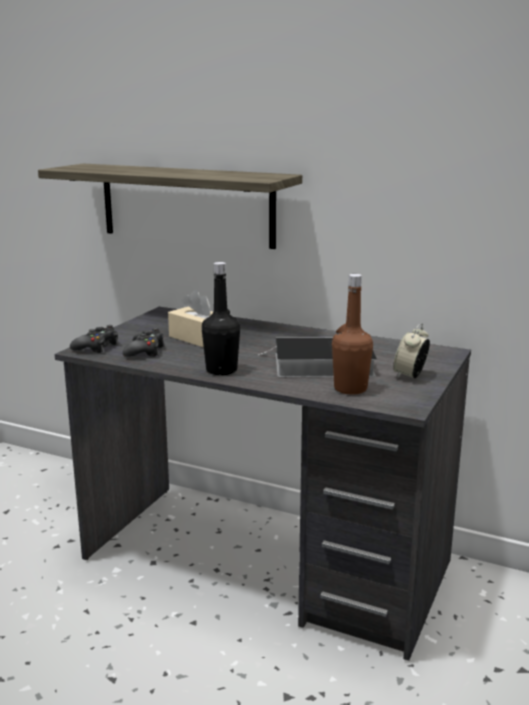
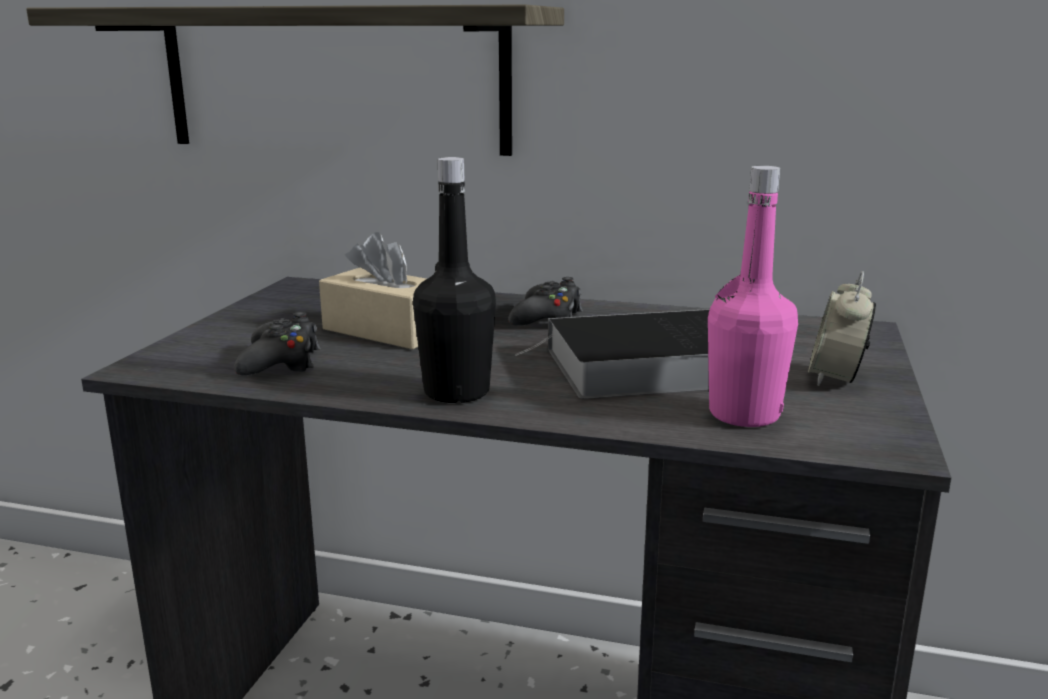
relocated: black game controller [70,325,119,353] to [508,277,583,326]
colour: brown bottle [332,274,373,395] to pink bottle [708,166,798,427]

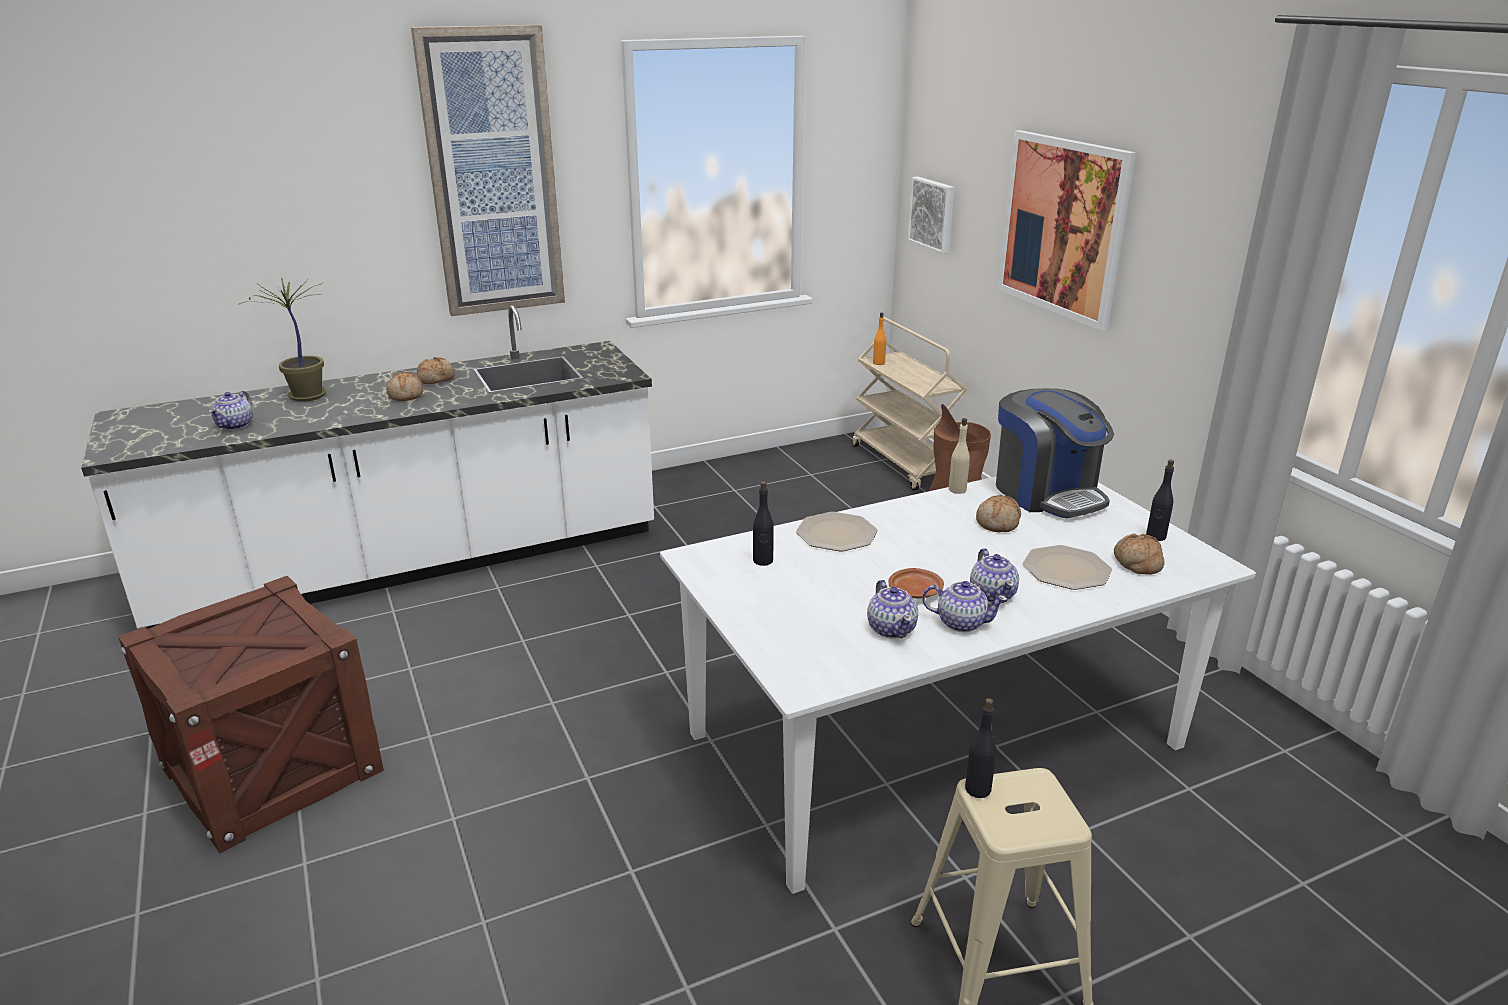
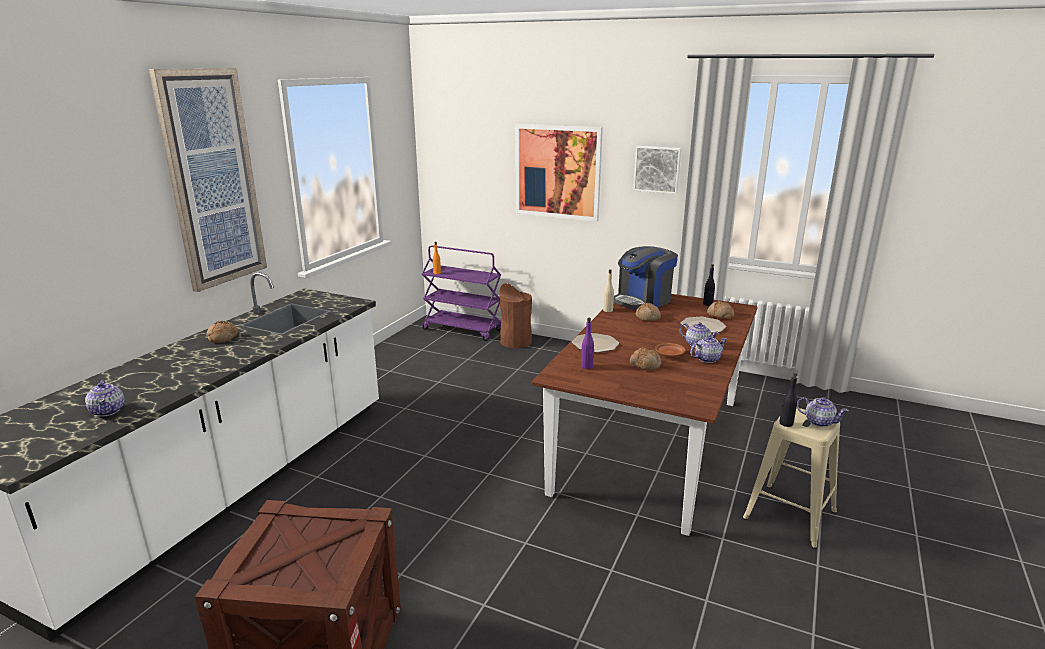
missing: potted plant [239,277,327,402]
relocated: bread [387,372,423,401] to [630,347,662,371]; teapot [867,580,918,639] to [797,397,849,427]; picture [907,177,955,254] to [633,146,681,194]
colour: white dining table [660,476,1256,894] to brown dining table [531,294,758,536]; black bottle [753,481,774,566] to purple bottle [581,318,594,369]; beige cart [852,317,968,491] to purple cart [422,245,501,341]
spun: coffee machine [996,388,1114,518] = [614,246,678,309] 120 degrees clockwise

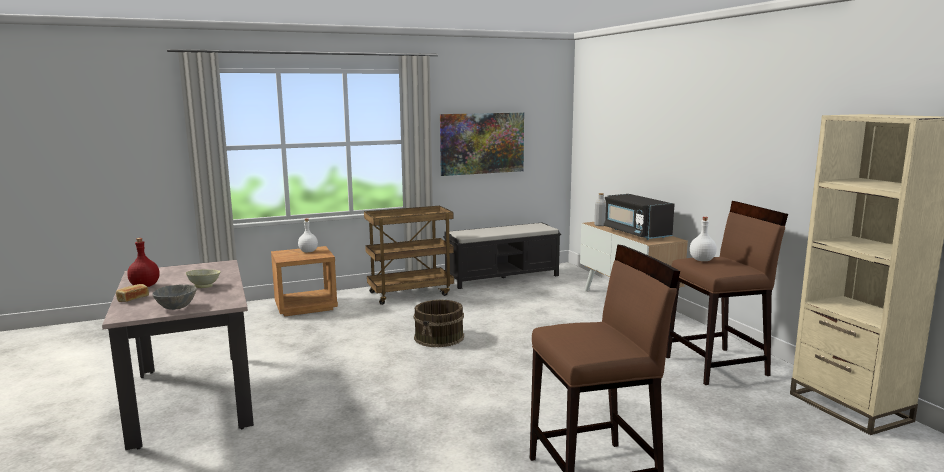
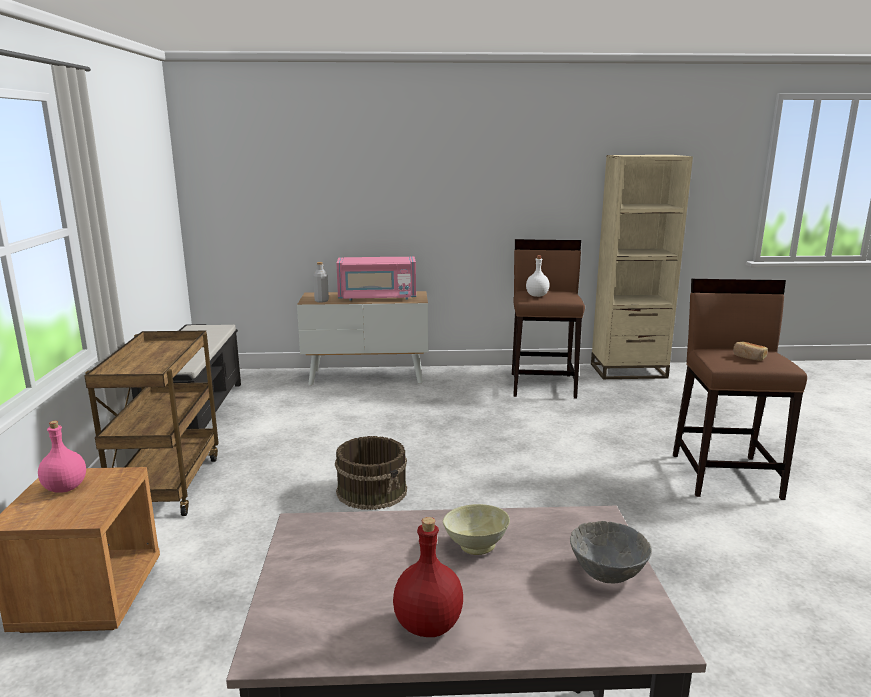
missing: picture [440,112,524,176]
relocated: bread [116,284,149,302] to [733,342,768,361]
colour: white bottle [298,219,318,252] to pink bottle [38,421,86,493]; black microwave [604,194,674,240] to pink microwave [336,256,416,301]

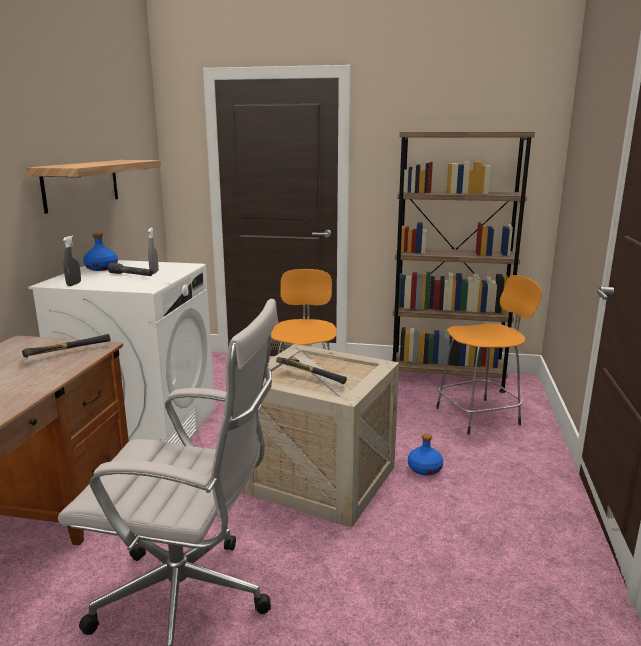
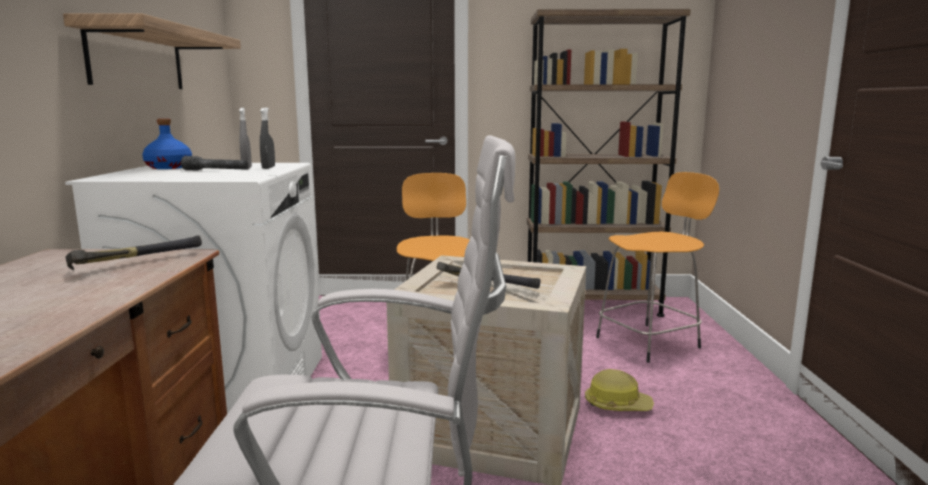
relocated: grey spray bottle [63,236,81,286] to [260,108,275,169]
exchanged: blue bottle [408,434,443,476] to hard hat [585,369,654,411]

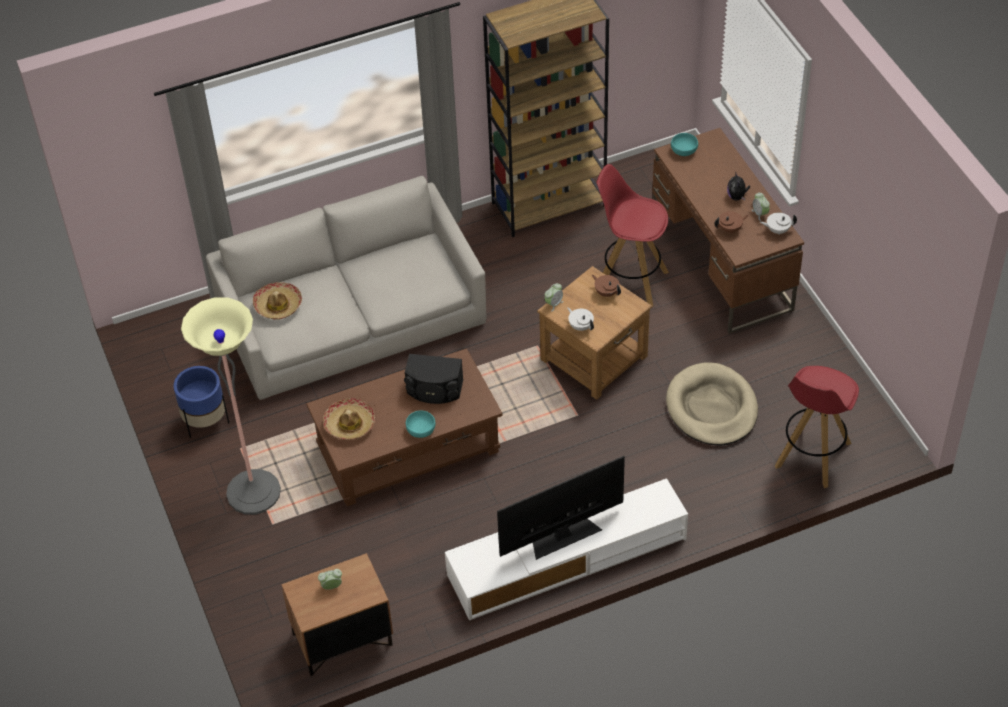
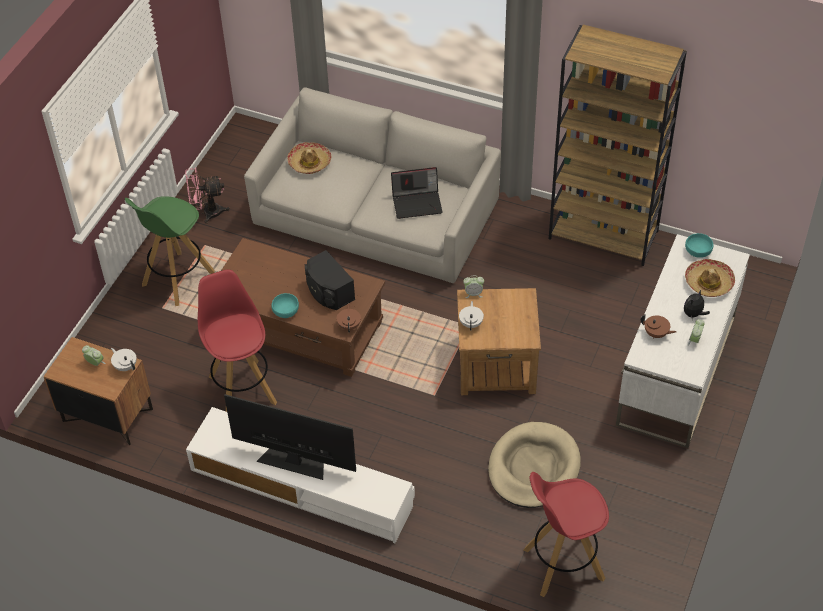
appeared: laptop [391,167,443,219]
relocated: hat [323,398,375,440] to [685,259,735,297]; brown teapot [592,275,621,297] to [337,303,361,333]; red stool [596,164,669,307] to [198,269,277,412]; white teapot [760,213,797,234] to [111,348,137,371]
exchanged: blue planter [174,366,229,438] to pink fan [185,167,230,224]; floor lamp [181,297,281,515] to green stool [125,196,215,306]
colour: brown desk [652,128,804,334] to white desk [616,234,750,448]

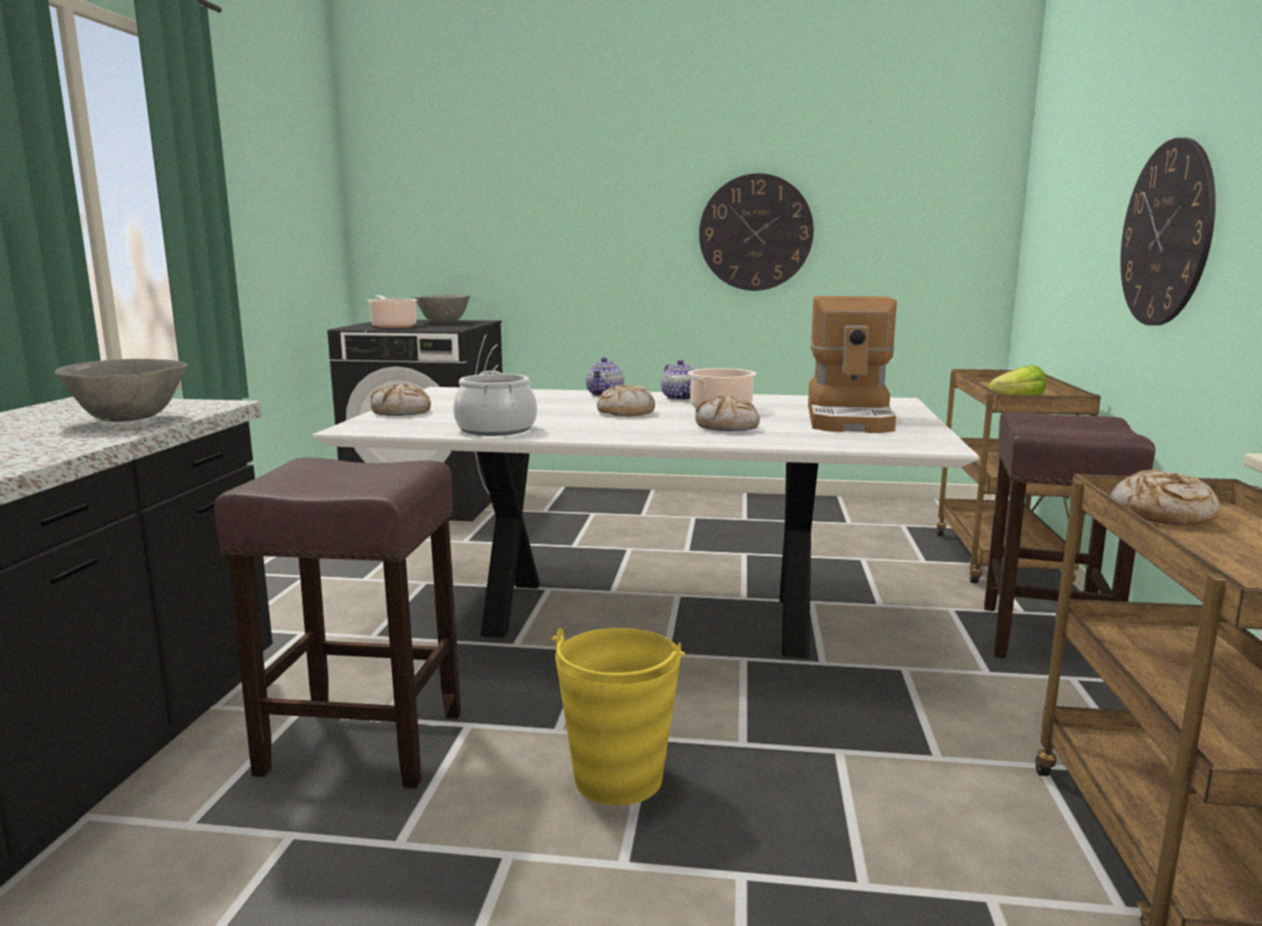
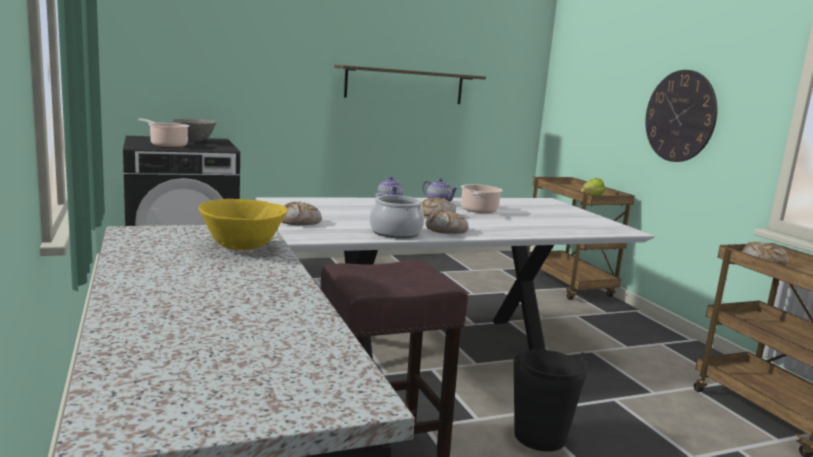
missing: coffee machine [808,296,897,433]; brown stool [984,412,1155,658]
relocated: bread [695,396,760,431] to [426,210,469,234]
exchanged: wall clock [699,173,814,291] to shelf [334,65,486,104]
colour: grey bowl [54,359,188,422] to yellow bowl [199,199,288,250]; yellow bucket [551,628,685,806] to black bucket [514,349,588,452]

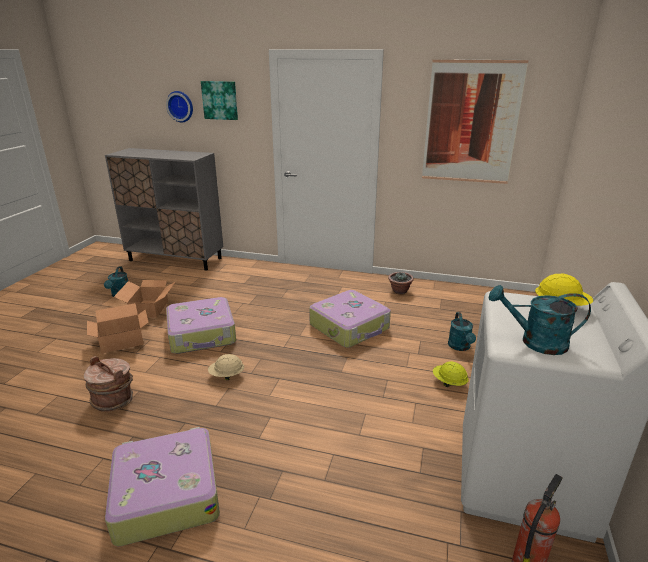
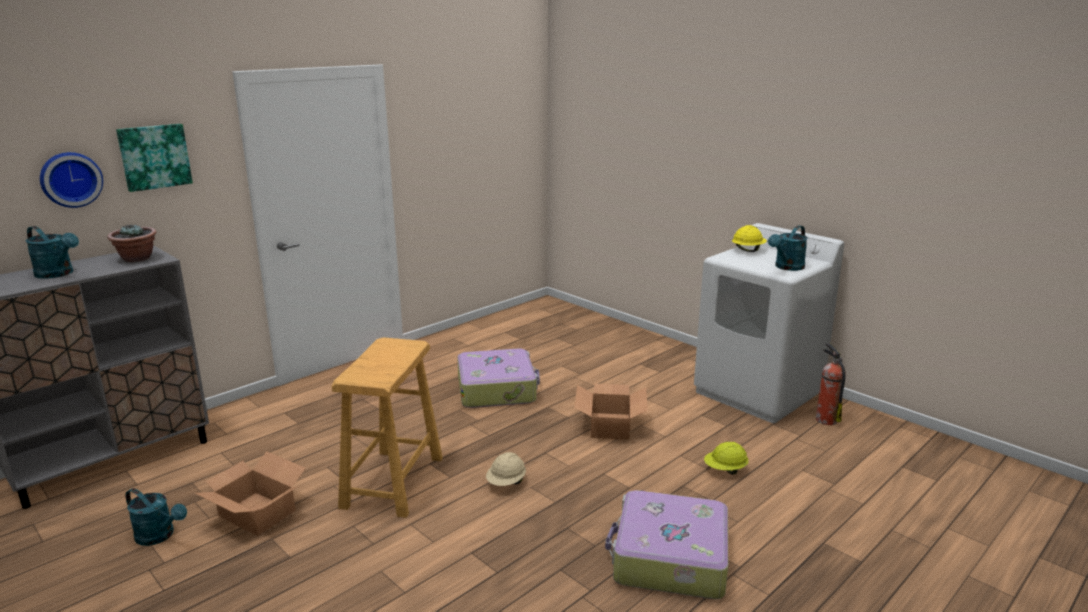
missing: brown bucket [84,356,133,412]; picture [422,59,529,184]
relocated: cardboard box [87,303,148,353] to [574,384,648,440]; potted plant [388,272,414,294] to [107,225,156,262]; yellow hard hat [433,361,469,387] to [704,442,749,475]; turquoise watering can [448,312,476,351] to [25,226,79,279]
exchanged: suitcase [166,297,236,354] to beige stool [332,337,443,518]

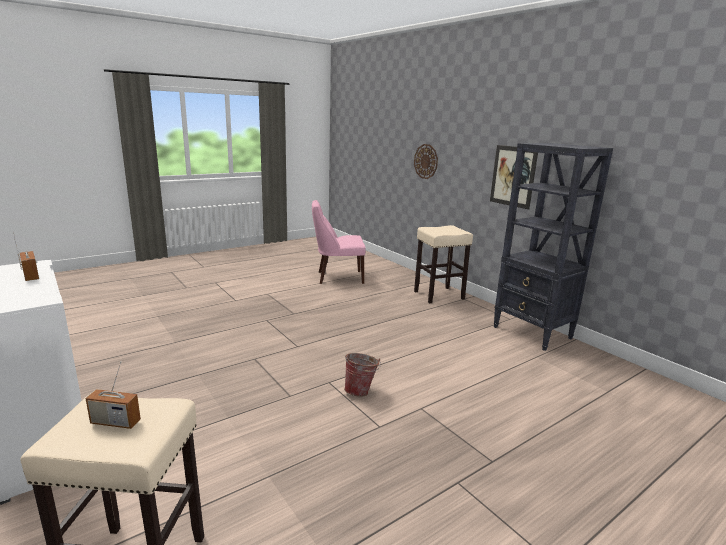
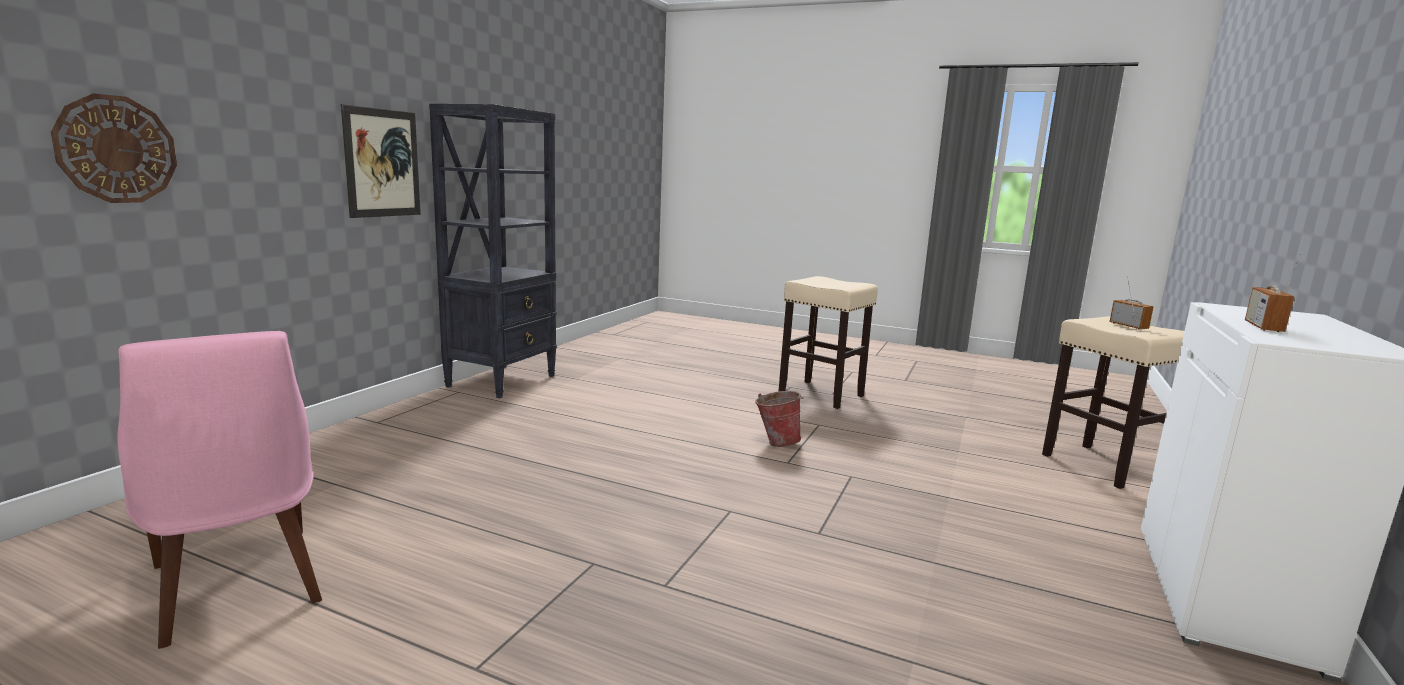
relocated: beige stool [414,225,473,304] to [778,276,878,409]

